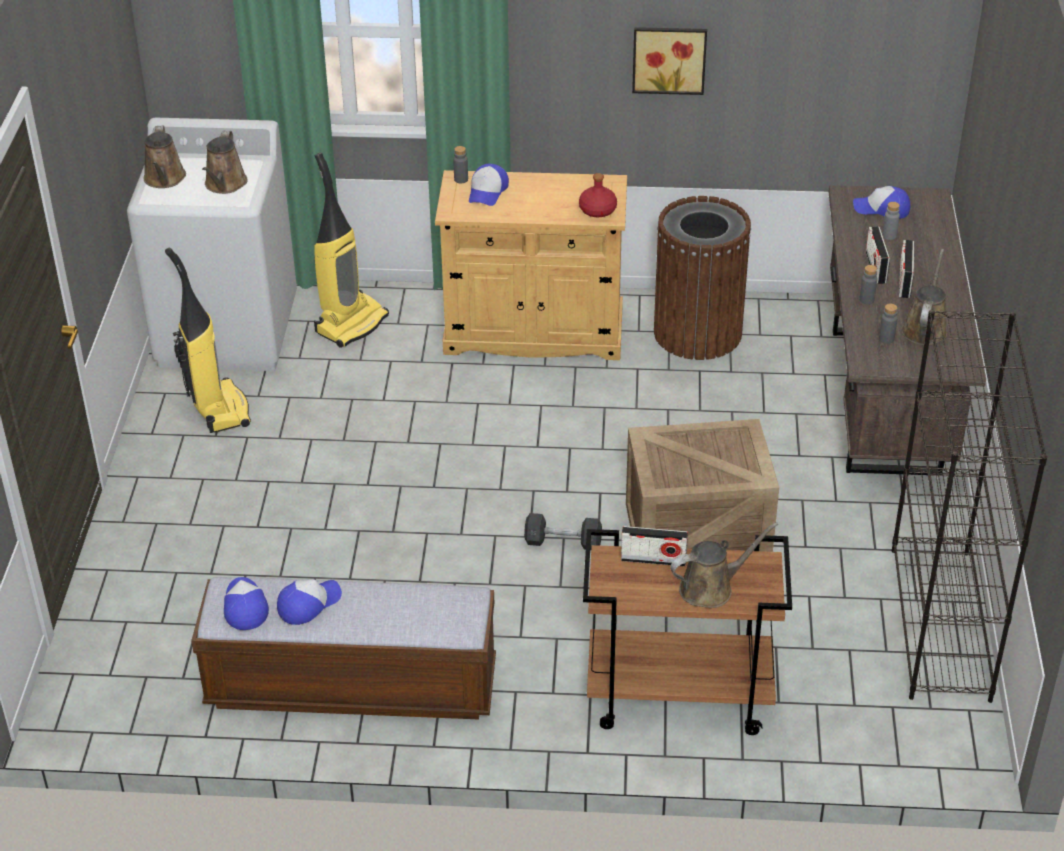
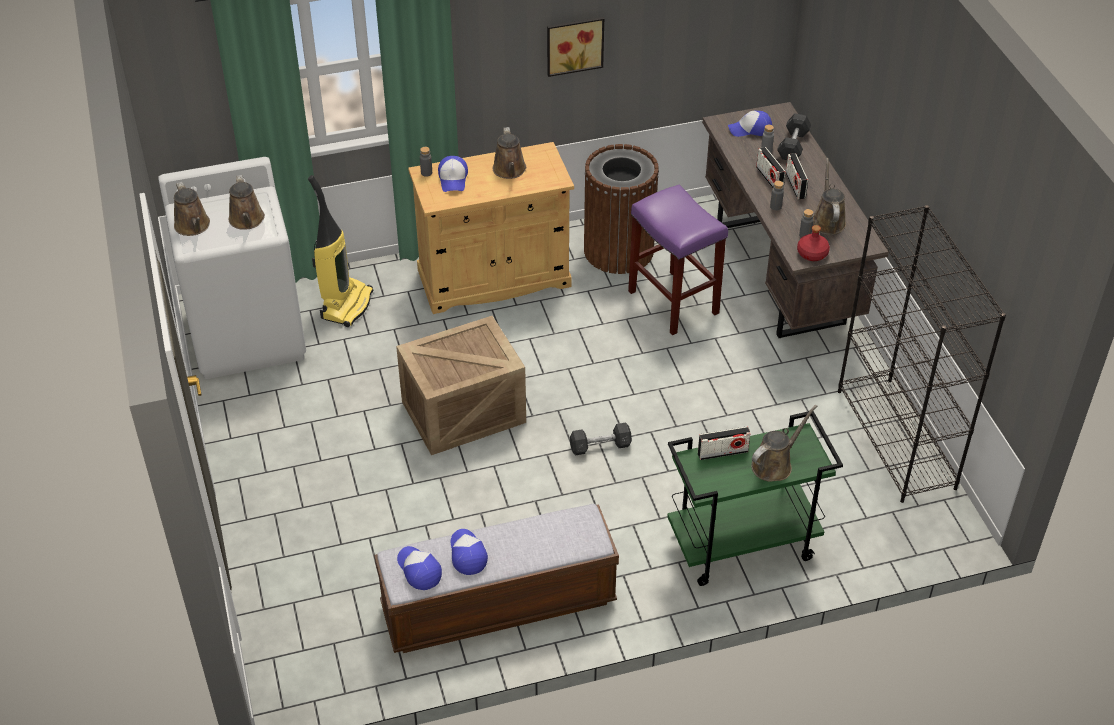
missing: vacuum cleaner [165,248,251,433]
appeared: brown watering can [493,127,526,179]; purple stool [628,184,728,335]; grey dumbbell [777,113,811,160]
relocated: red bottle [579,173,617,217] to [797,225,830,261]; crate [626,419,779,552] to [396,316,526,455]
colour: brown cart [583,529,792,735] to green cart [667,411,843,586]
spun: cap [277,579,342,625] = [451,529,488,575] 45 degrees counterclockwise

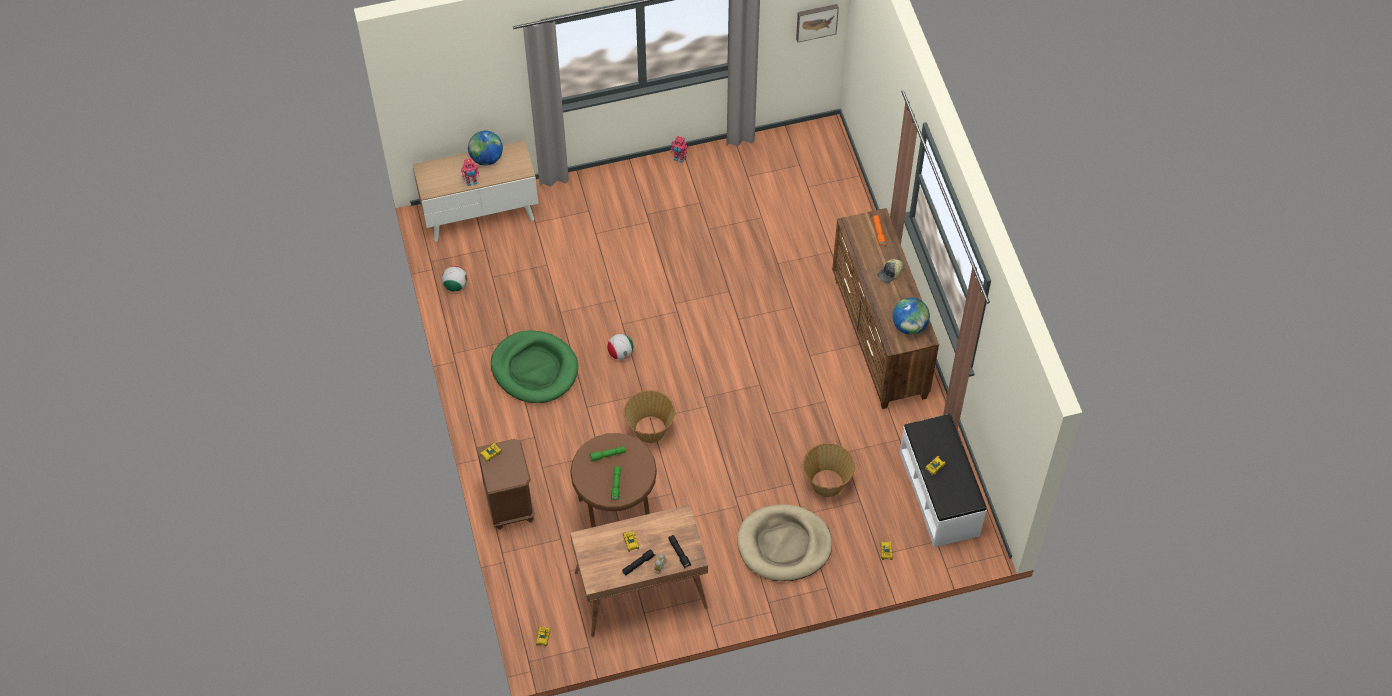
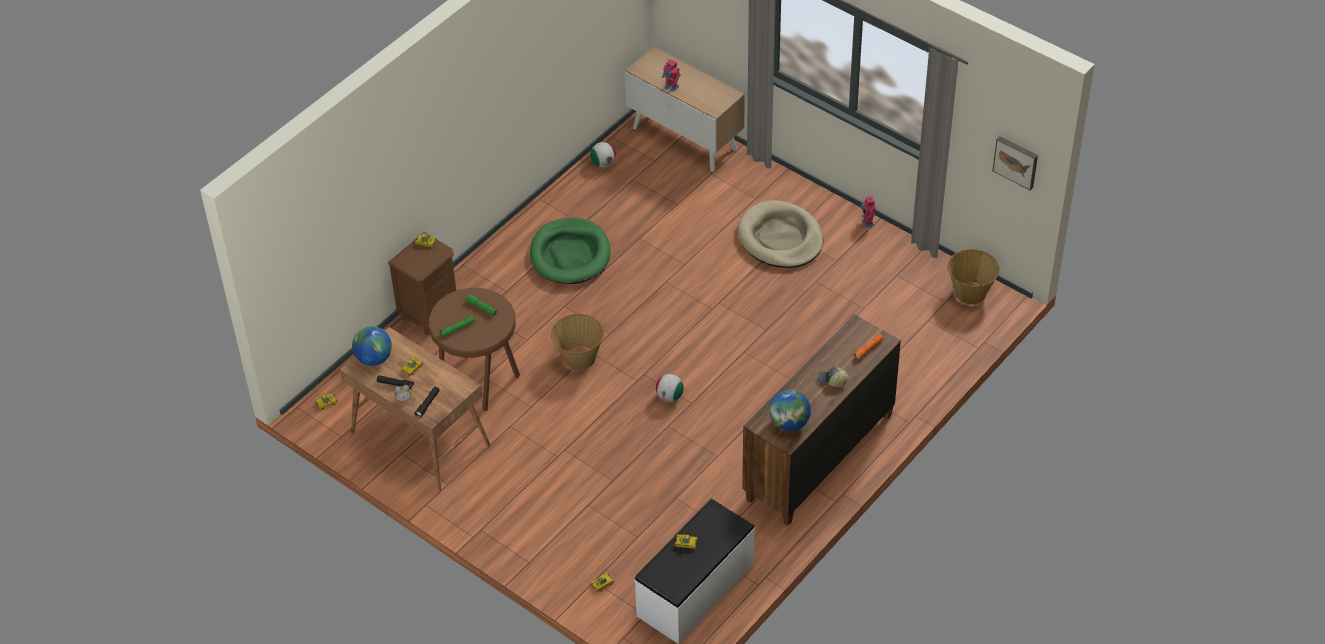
relocated: globe [468,131,503,166] to [352,326,392,366]; football [607,334,633,360] to [656,374,684,402]; beige dog bed [737,504,832,581] to [738,200,824,268]; basket [803,443,855,497] to [947,249,1000,305]

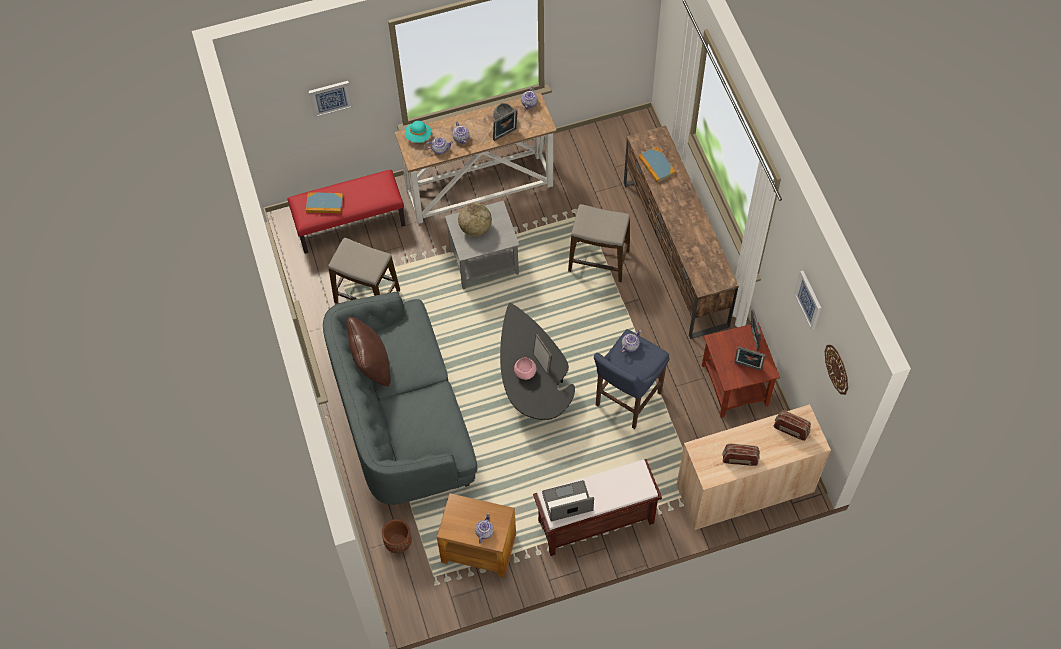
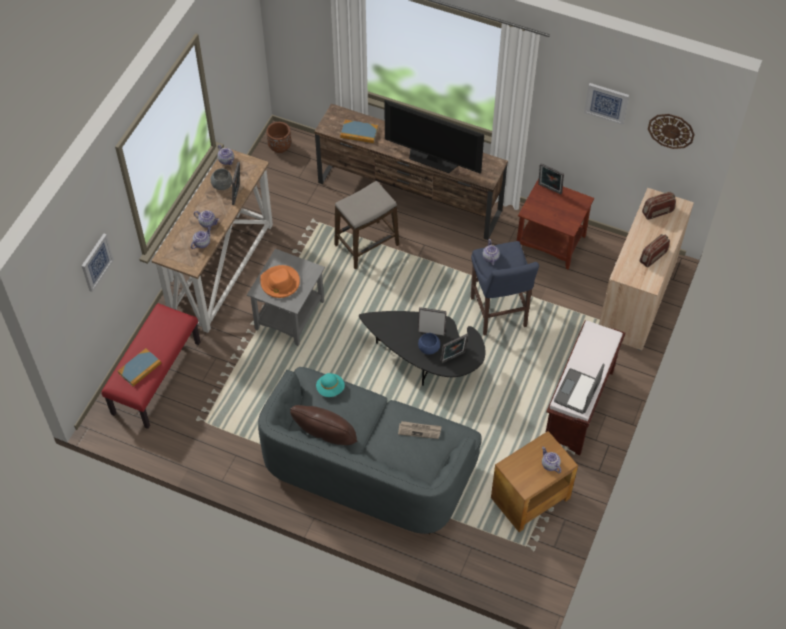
missing: stool [328,238,400,303]
appeared: television [384,100,484,174]; newspaper [398,421,442,439]
relocated: brown planter [382,519,412,553] to [266,122,291,153]; turquoise hat [405,121,431,143] to [316,373,345,397]; picture frame [734,346,765,371] to [440,334,468,364]
exchanged: globe [458,203,492,237] to orange hat [260,265,300,298]
colour: pink bowl [514,357,536,380] to blue bowl [418,333,440,354]

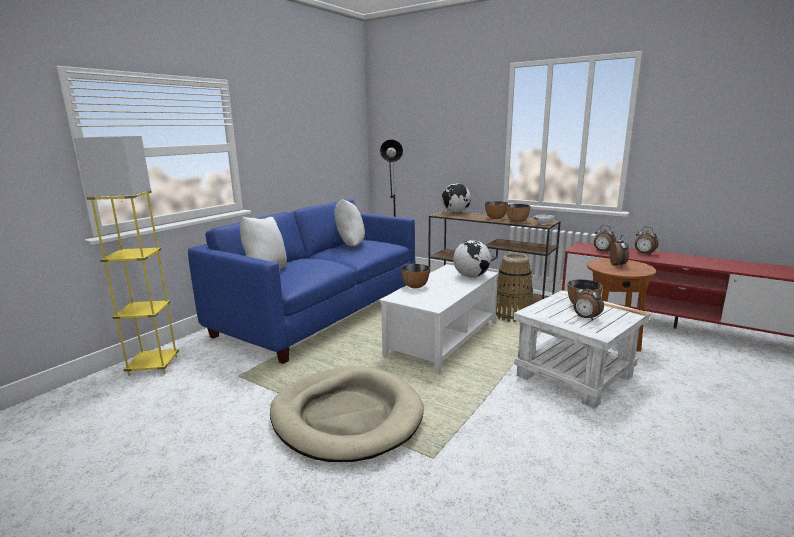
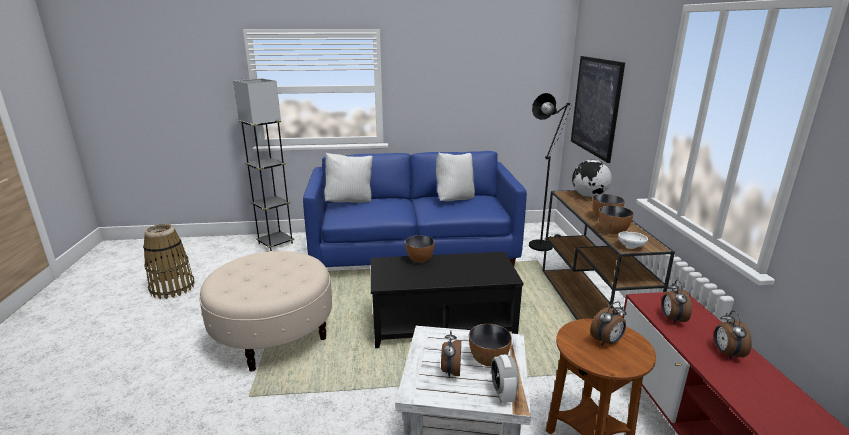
missing: globe [453,240,491,278]
appeared: alarm clock [491,354,519,403]; picture [571,56,625,163]
relocated: basket [496,253,533,322] to [143,224,195,299]
exchanged: beige dog bed [270,366,424,462] to beige ottoman [199,251,332,372]
colour: yellow floor lamp [74,136,179,376] to grey floor lamp [233,78,294,251]; white coffee table [379,264,499,374] to black coffee table [371,252,524,348]

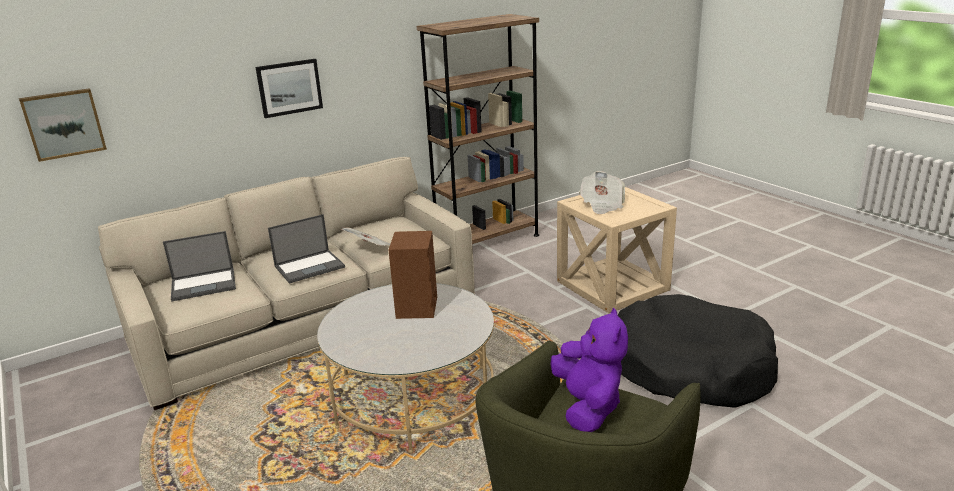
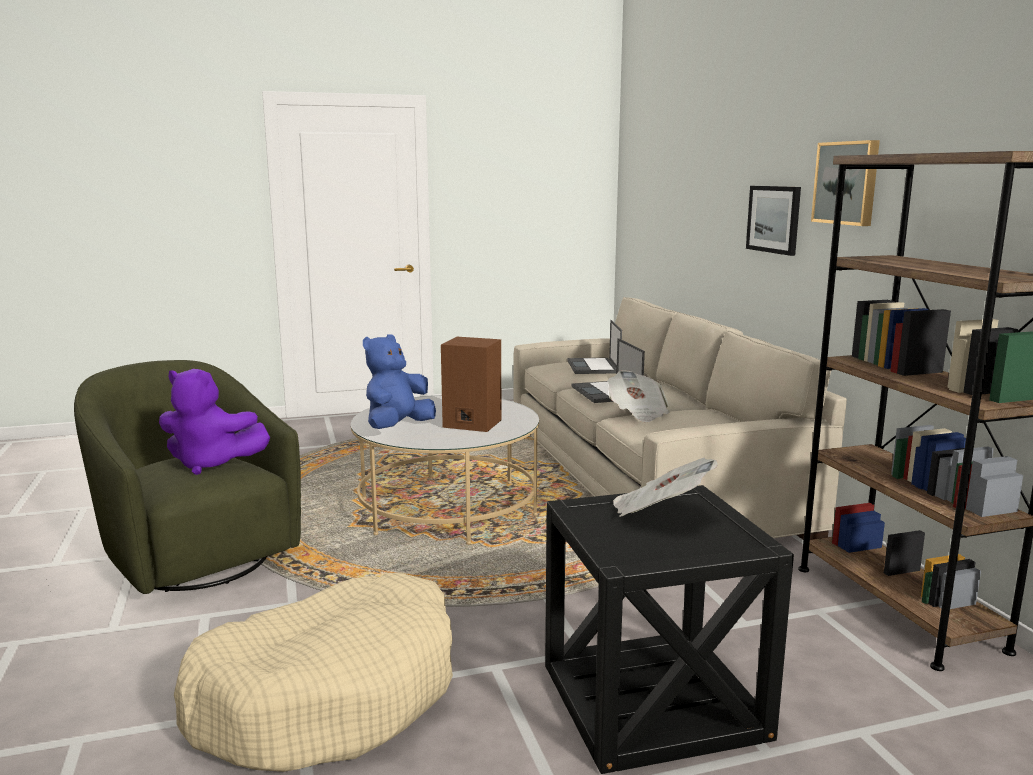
appeared: blue plush toy [363,334,436,429]
relocated: picture [19,88,107,162] to [811,140,880,226]
colour: beige side table [557,187,677,313] to black side table [545,485,794,774]; black dog bed [618,294,778,408] to beige dog bed [174,572,453,772]

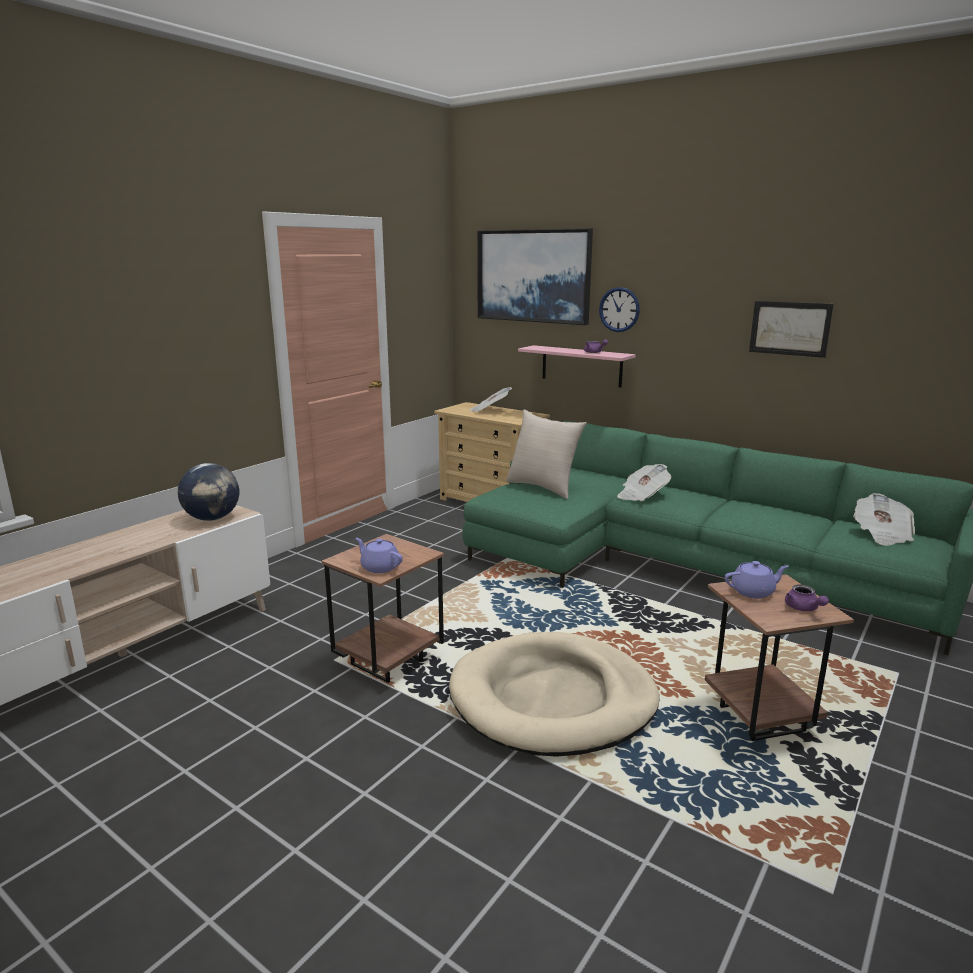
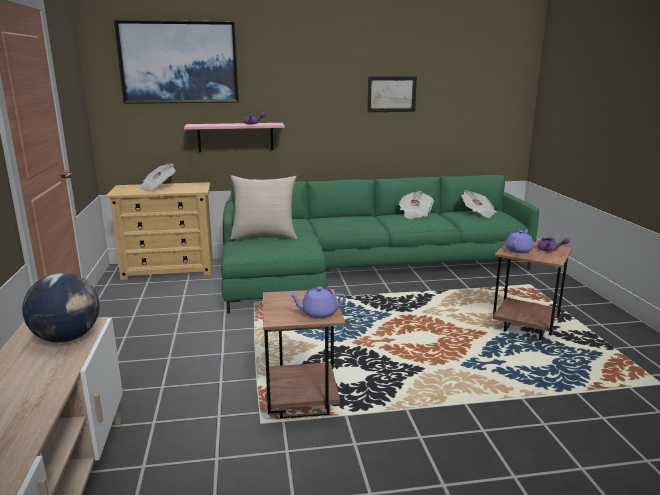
missing: beige dog bed [449,632,659,757]; wall clock [599,287,640,332]
relocated: newspaper [617,464,671,501] to [399,191,434,219]

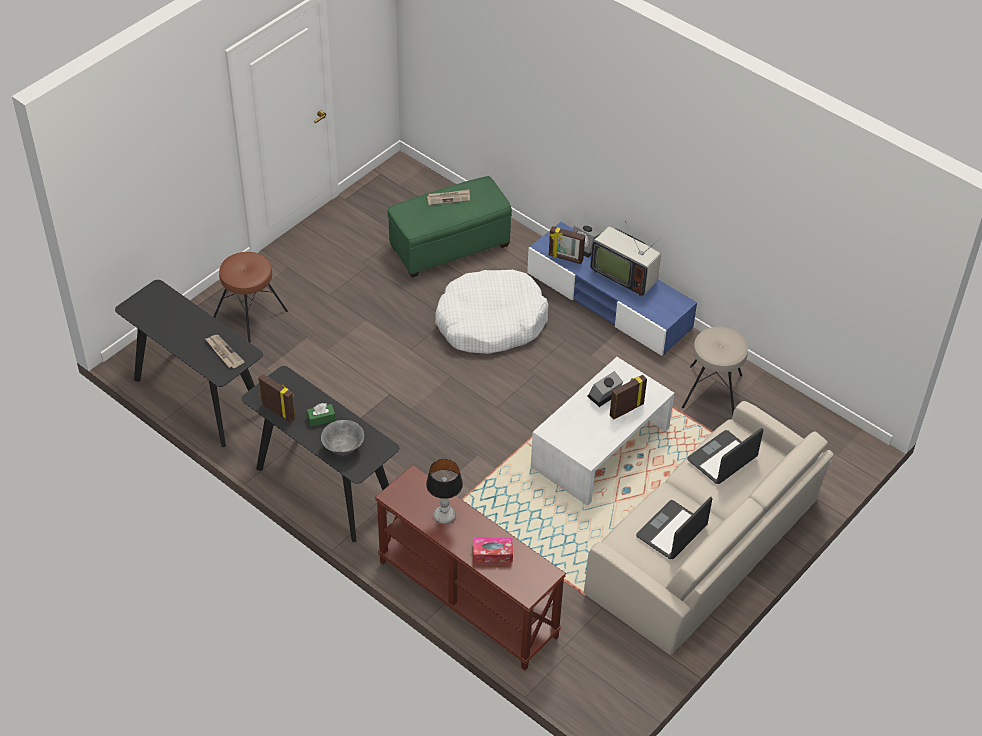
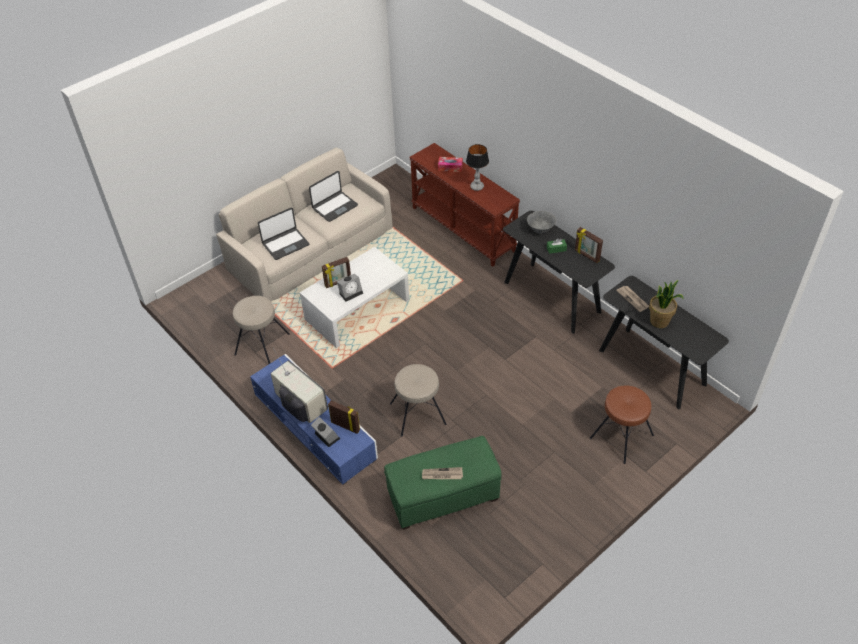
appeared: potted plant [649,280,684,328]
exchanged: white dog bed [435,270,549,354] to beige stool [390,364,447,437]

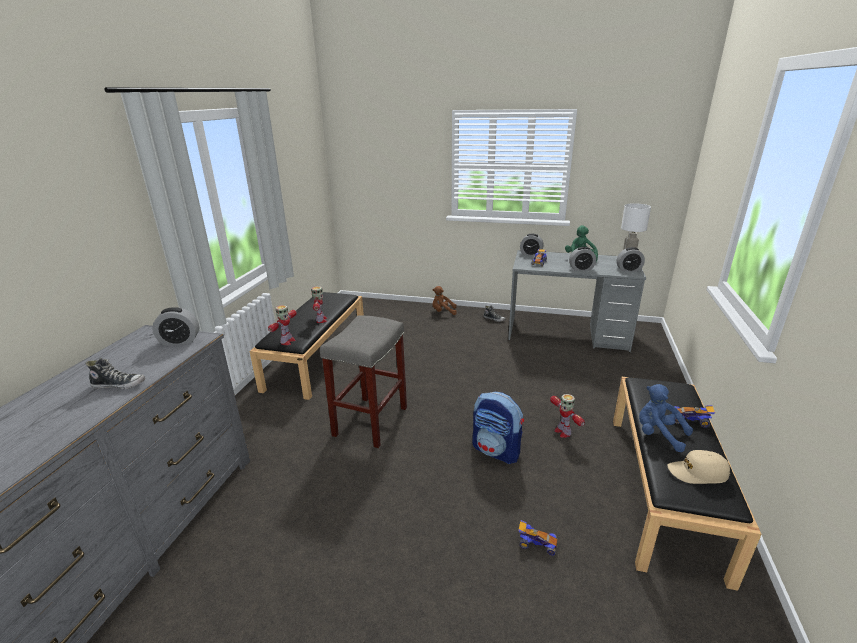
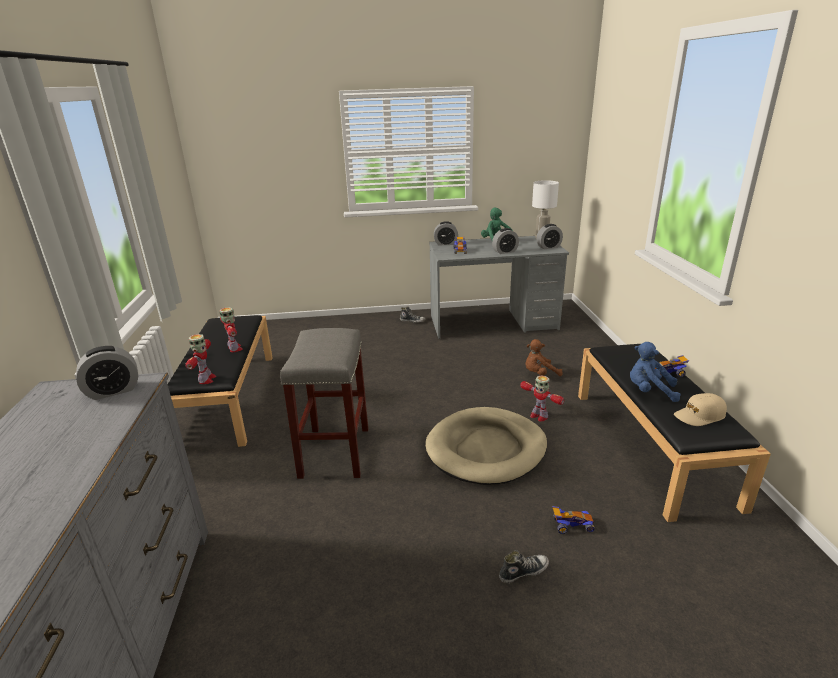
relocated: shoe [85,358,145,389] to [499,550,549,583]; brown plush toy [432,286,457,315] to [526,339,563,376]
exchanged: backpack [472,392,524,464] to beige dog bed [425,407,547,485]

